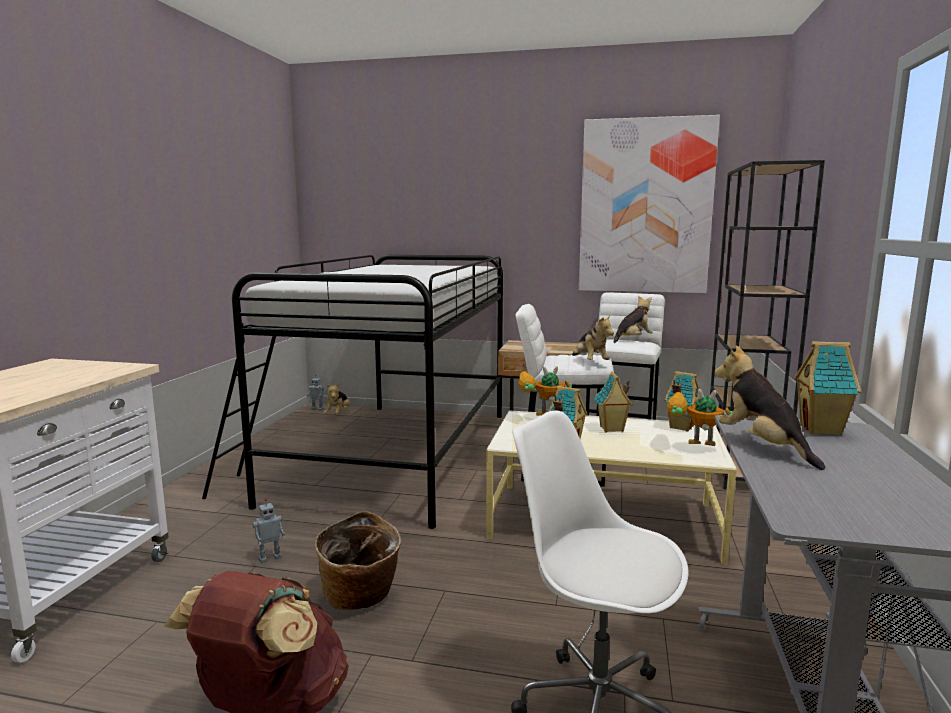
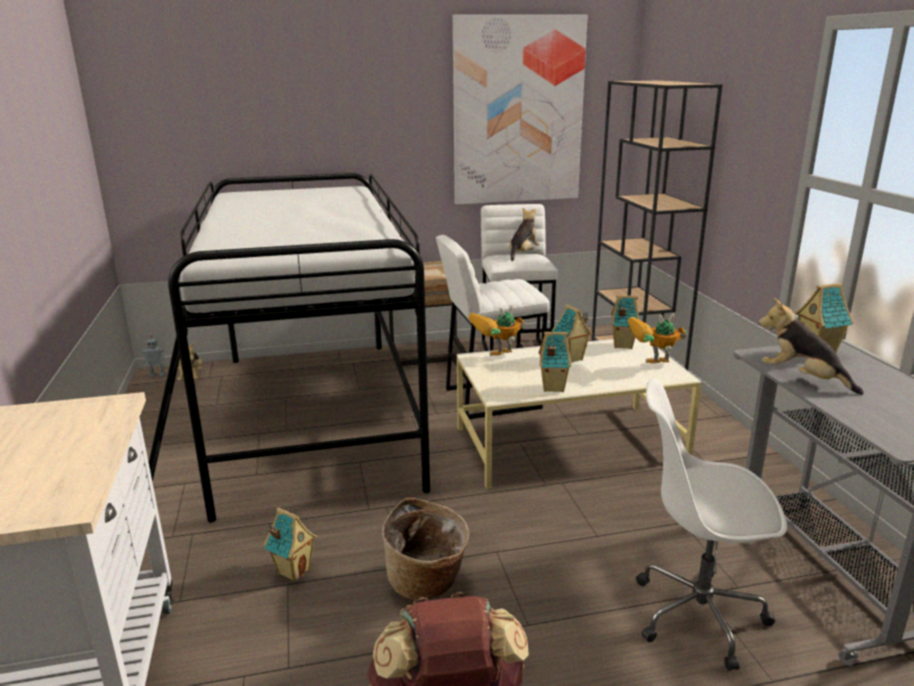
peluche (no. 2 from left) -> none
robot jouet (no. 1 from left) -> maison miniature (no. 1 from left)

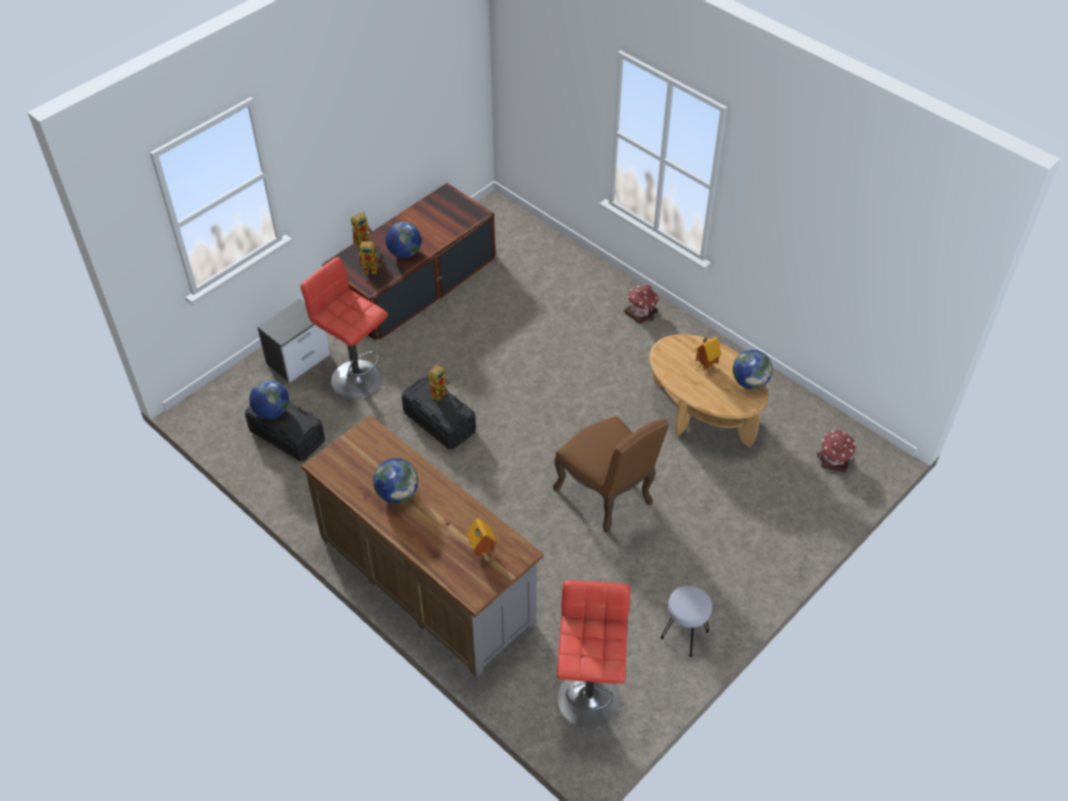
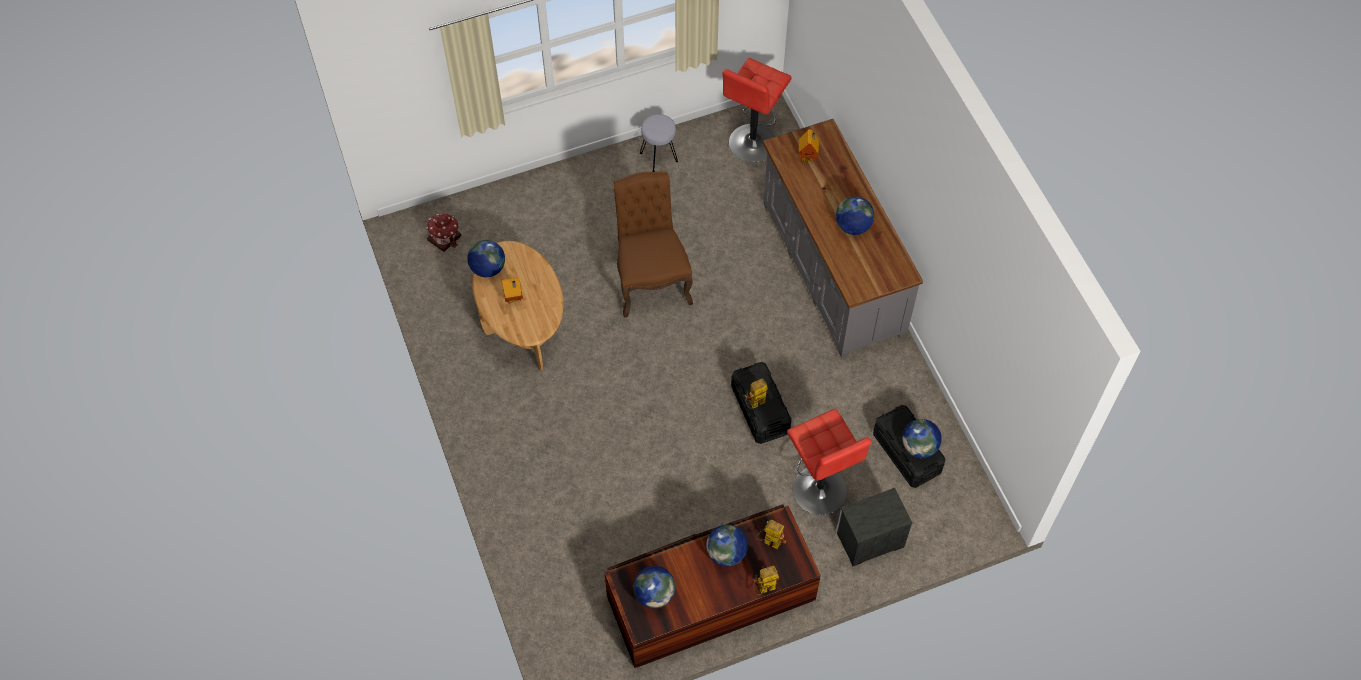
maison miniature (no. 2 from left) -> none
none -> globe (no. 2 from left)

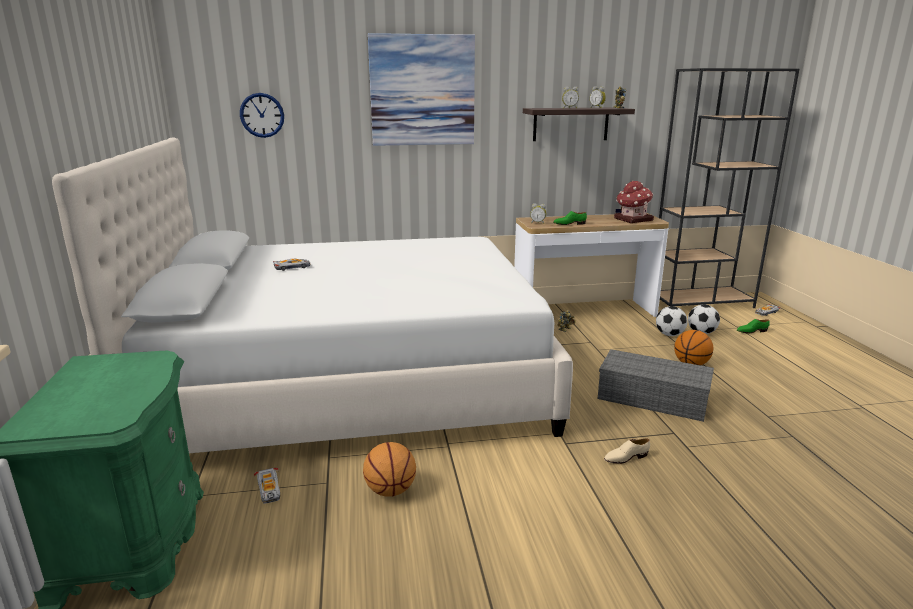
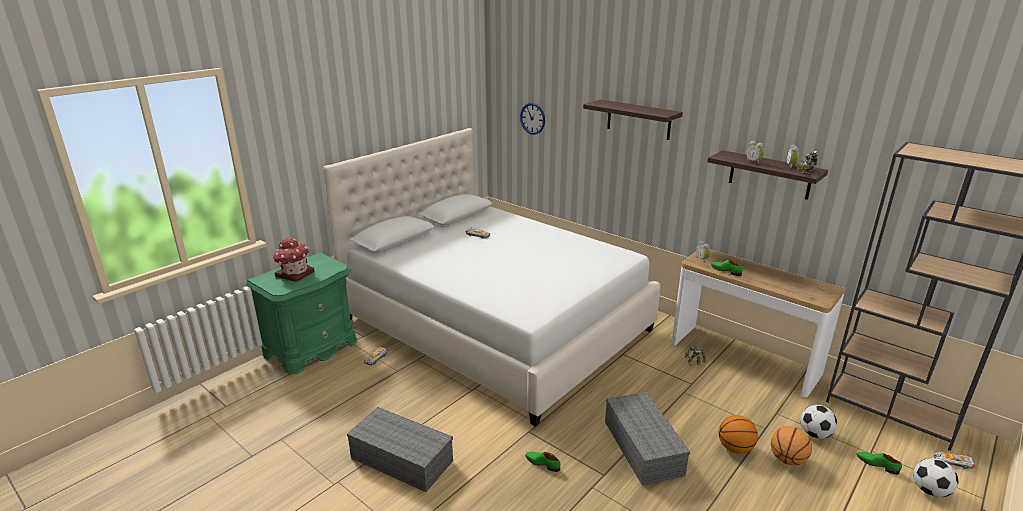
none -> boîte de rangement/gris (no. 1 from left)
ballon de basket (no. 1 from left in the first image) -> ballon de basket (no. 2 from left), shifted
maison miniature, shifted
ballon de foot (no. 1 from left in the first image) -> ballon de foot (no. 2 from left), shifted
tableau -> étagère (no. 1 from left)
chaussure/beige -> chaussure/vert (no. 1 from left)

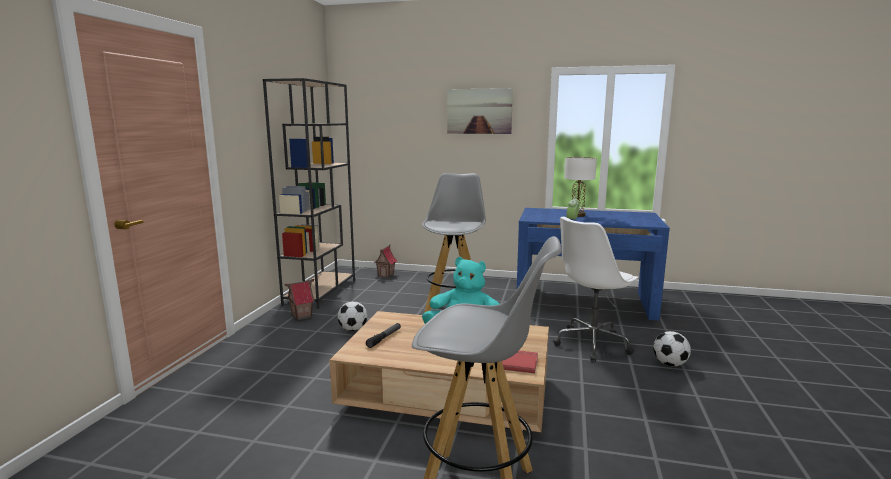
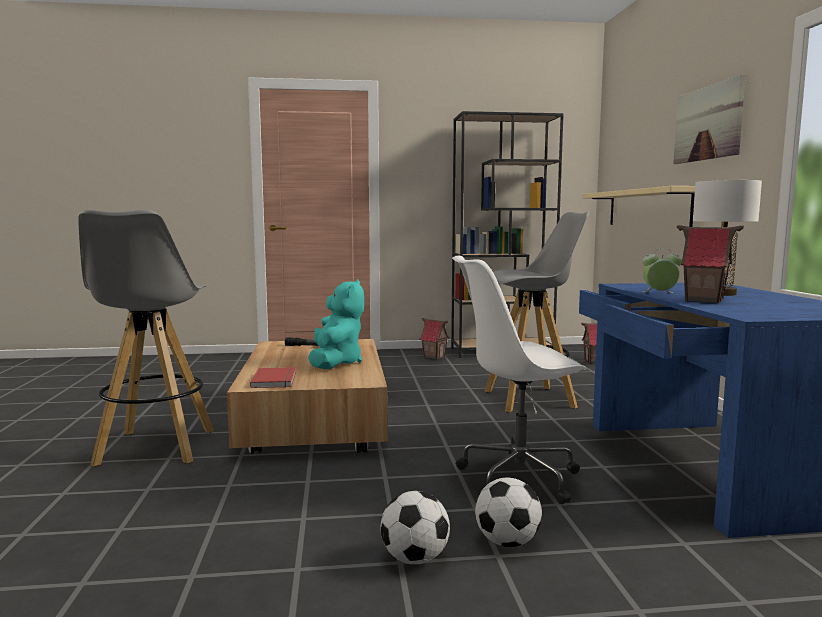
none -> étagère/beige
none -> maison miniature (no. 3 from left)
ballon de foot (no. 1 from left), shifted
chaise de bureau/blanc, 45 degrees counterclockwise

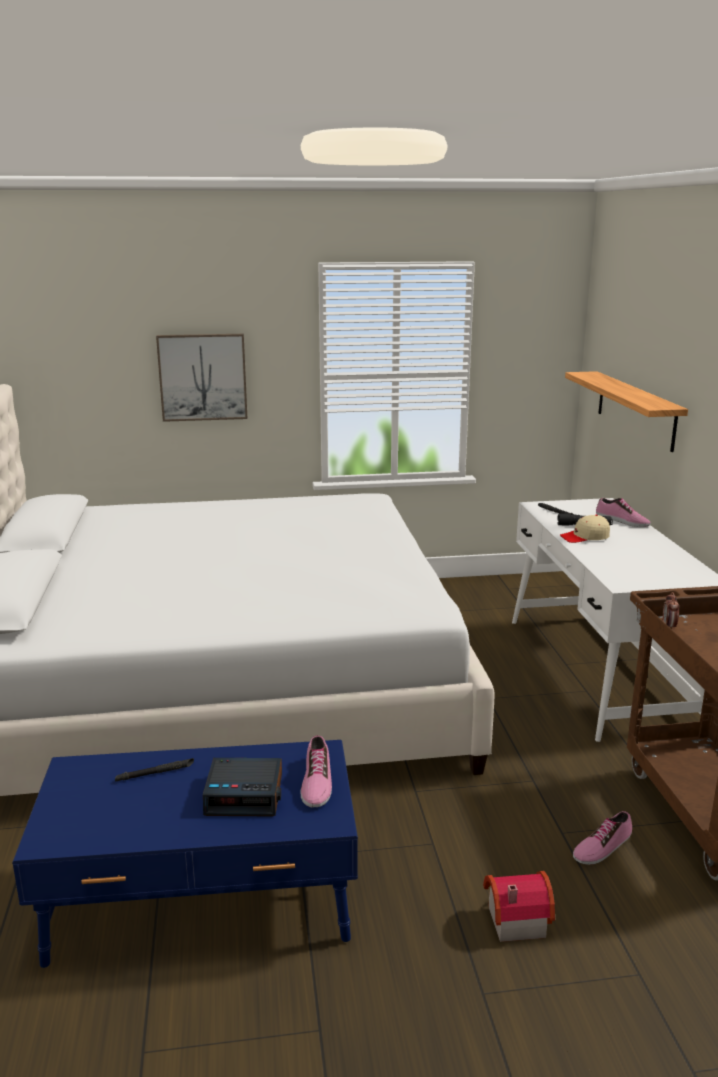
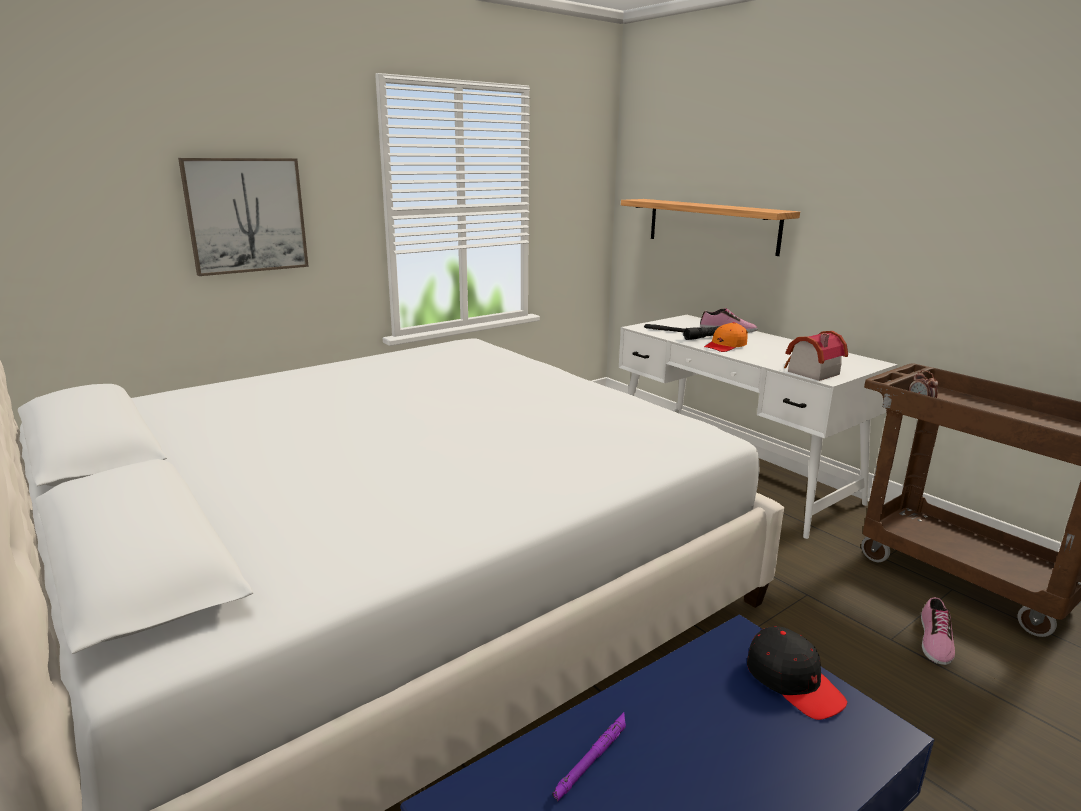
réveil (no. 1 from left) -> none
maison miniature, shifted
chaussure (no. 1 from left) -> casquette/noir
lampe de poche/noir (no. 1 from left) -> lampe de poche/violet
casquette/beige -> casquette/orange

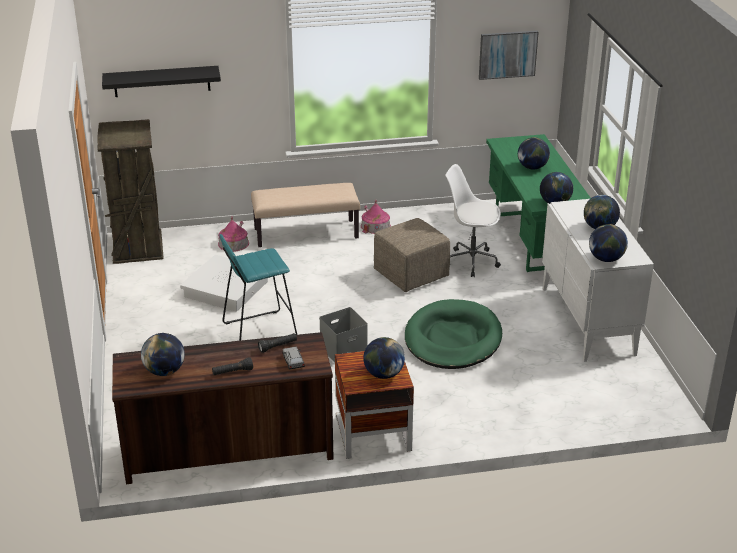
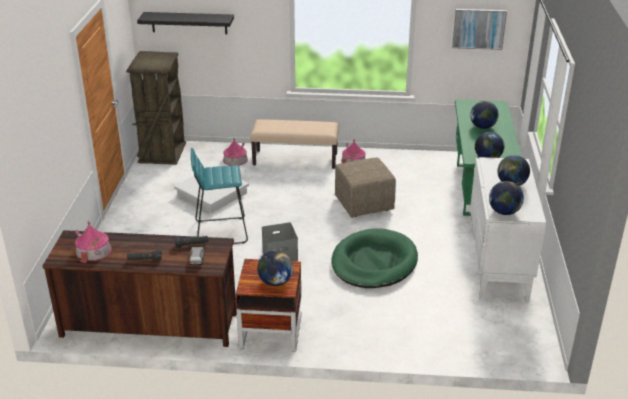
chaise de bureau/blanc -> none
globe (no. 1 from left) -> maison miniature (no. 1 from left)

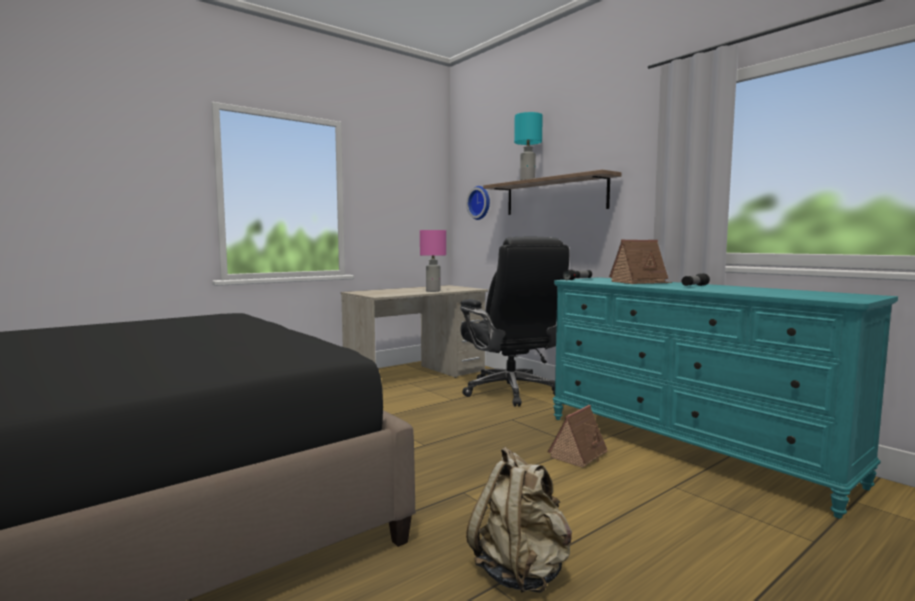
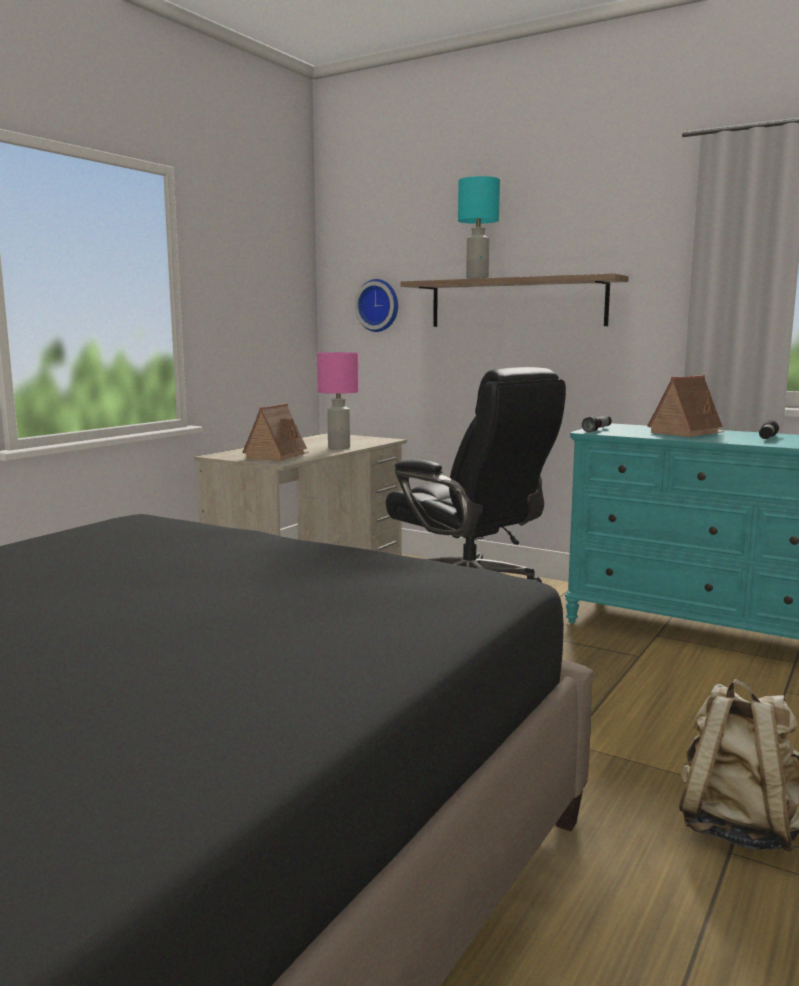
maison miniature (no. 1 from left), shifted

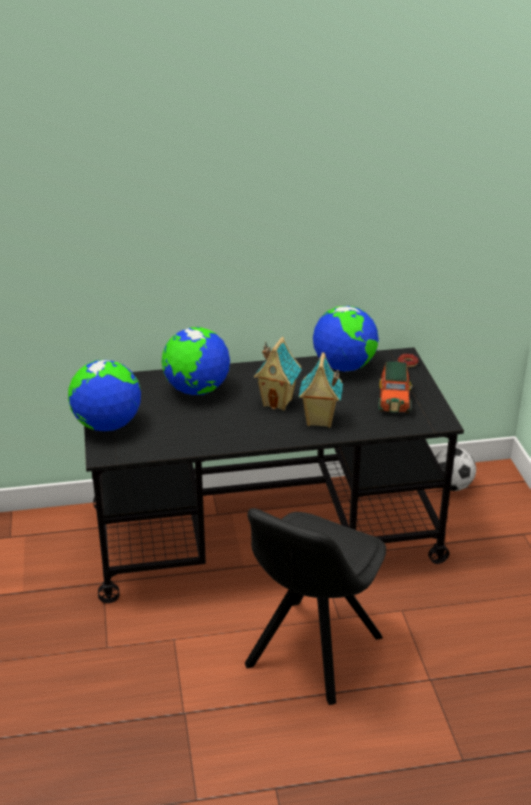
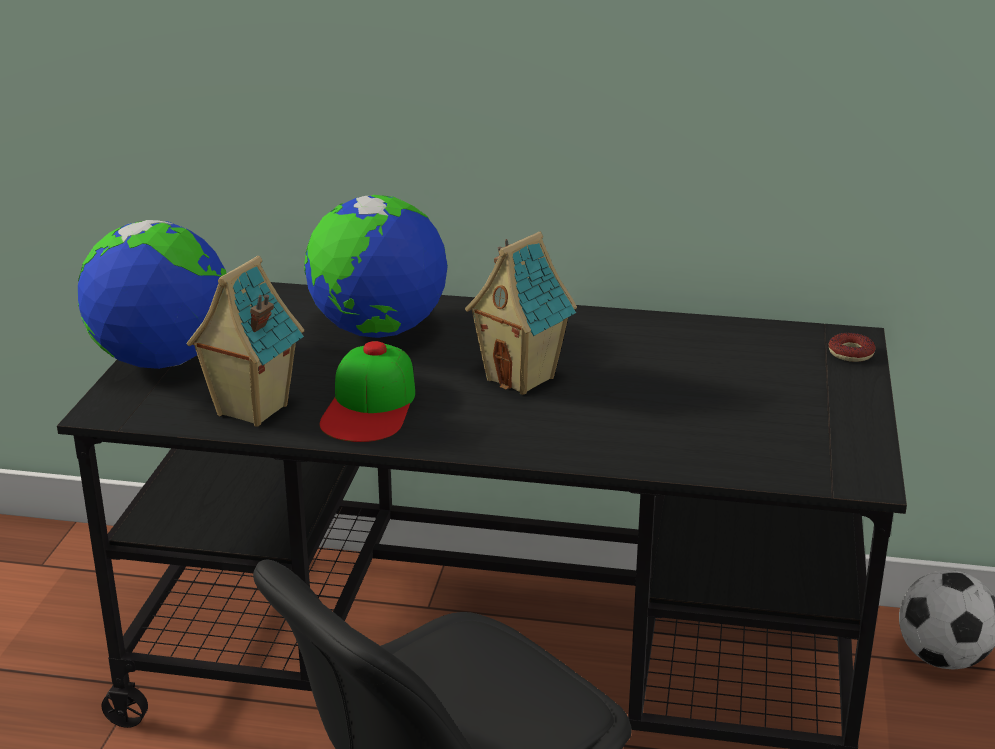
globe (no. 3 from left) -> none
petite voiture -> none
none -> casquette
maison miniature (no. 2 from left in the first image) -> maison miniature (no. 1 from left), shifted

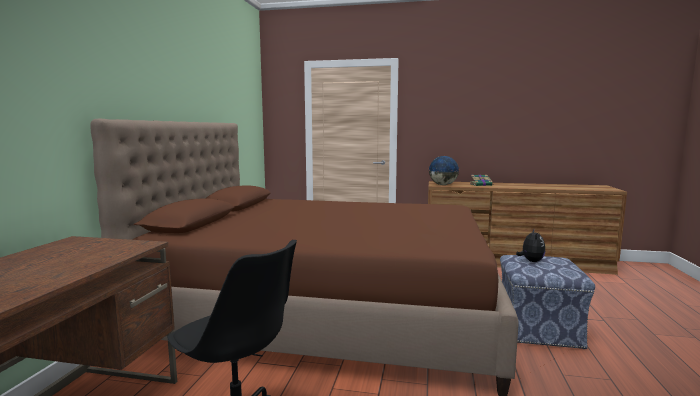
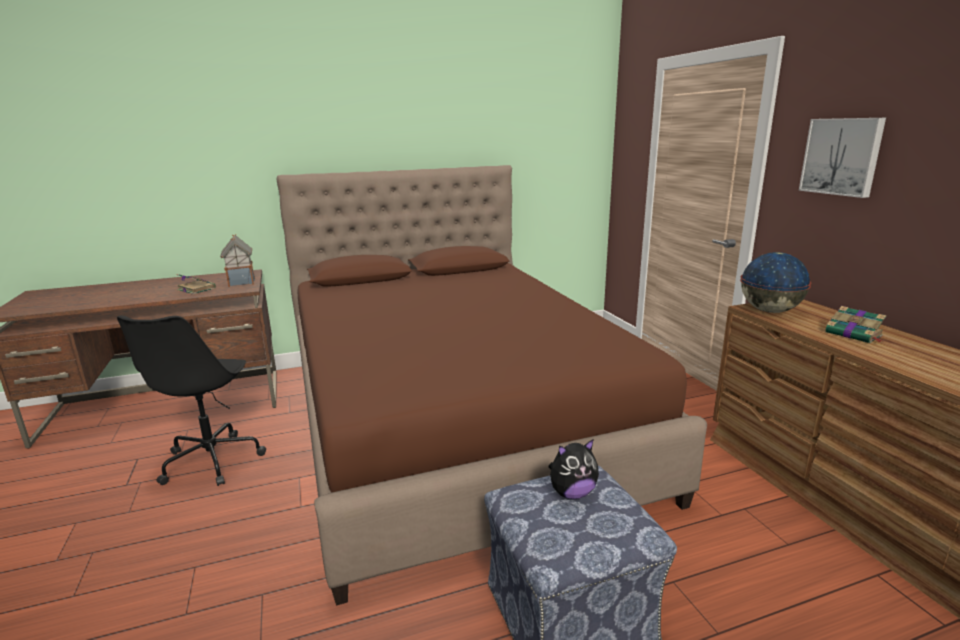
none -> livre (no. 1 from left)
none -> maison miniature
none -> tableau

